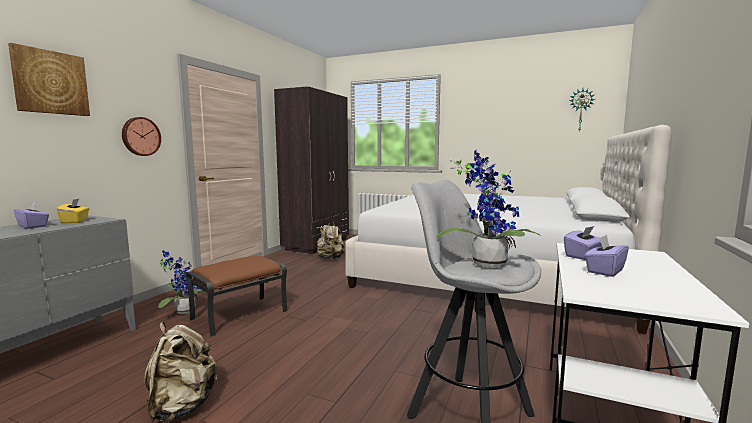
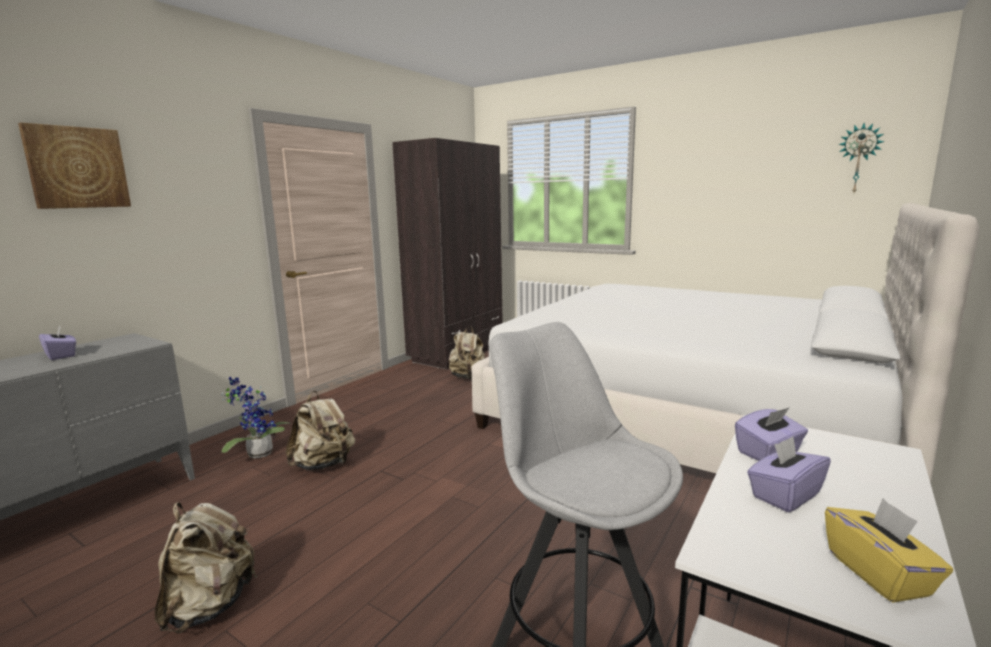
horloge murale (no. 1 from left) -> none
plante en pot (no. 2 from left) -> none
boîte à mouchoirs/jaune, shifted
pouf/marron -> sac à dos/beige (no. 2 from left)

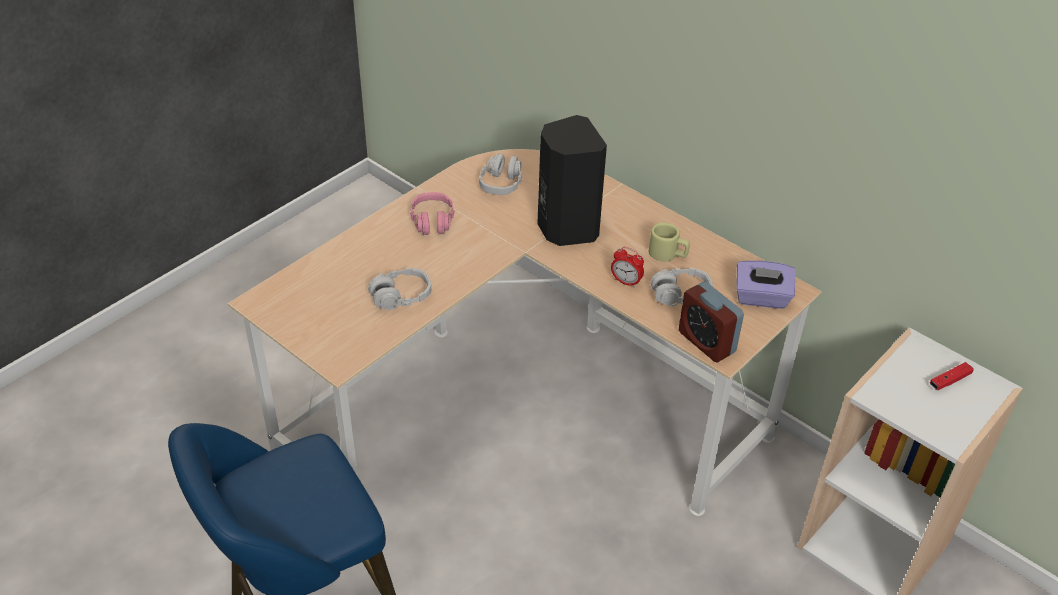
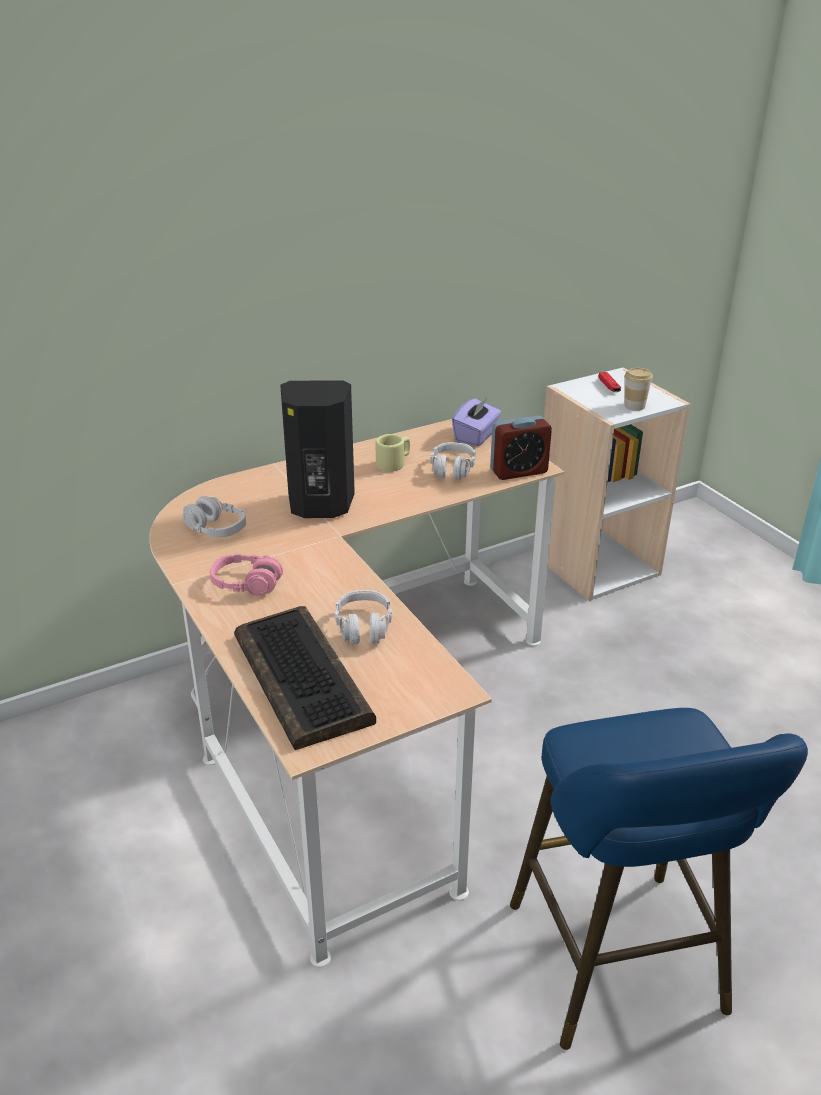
réveil (no. 1 from left) -> none
none -> clavier
none -> tasse

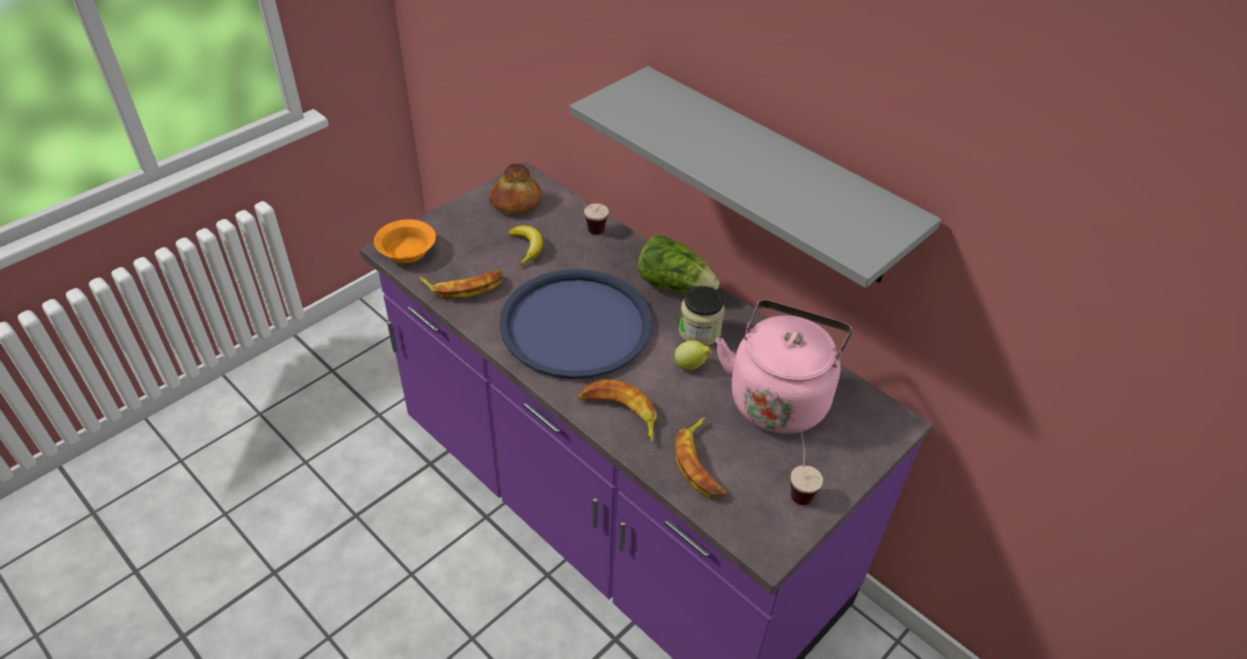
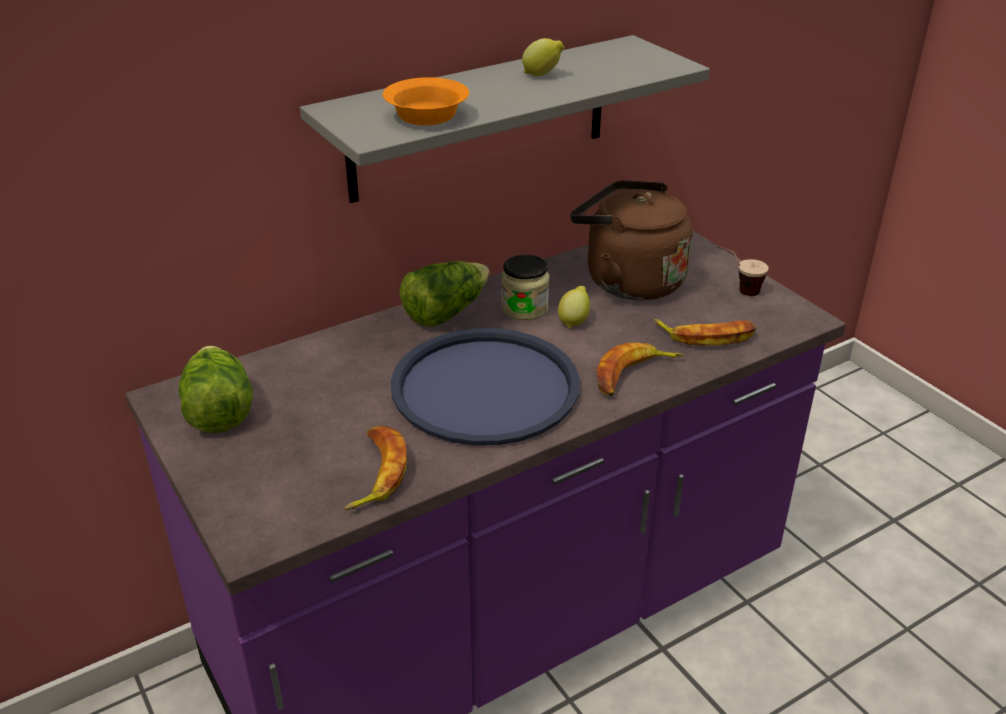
banane (no. 2 from left) -> none
tasse (no. 1 from left) -> none
none -> citron (no. 1 from left)
bol/orange, shifted
pain -> laitue (no. 1 from left)
bouilloire/rose -> bouilloire/marron

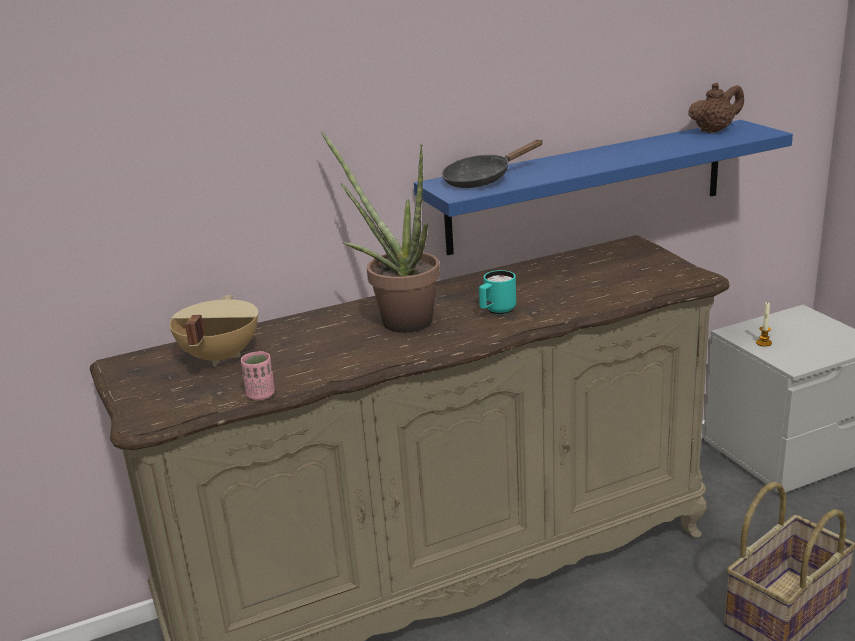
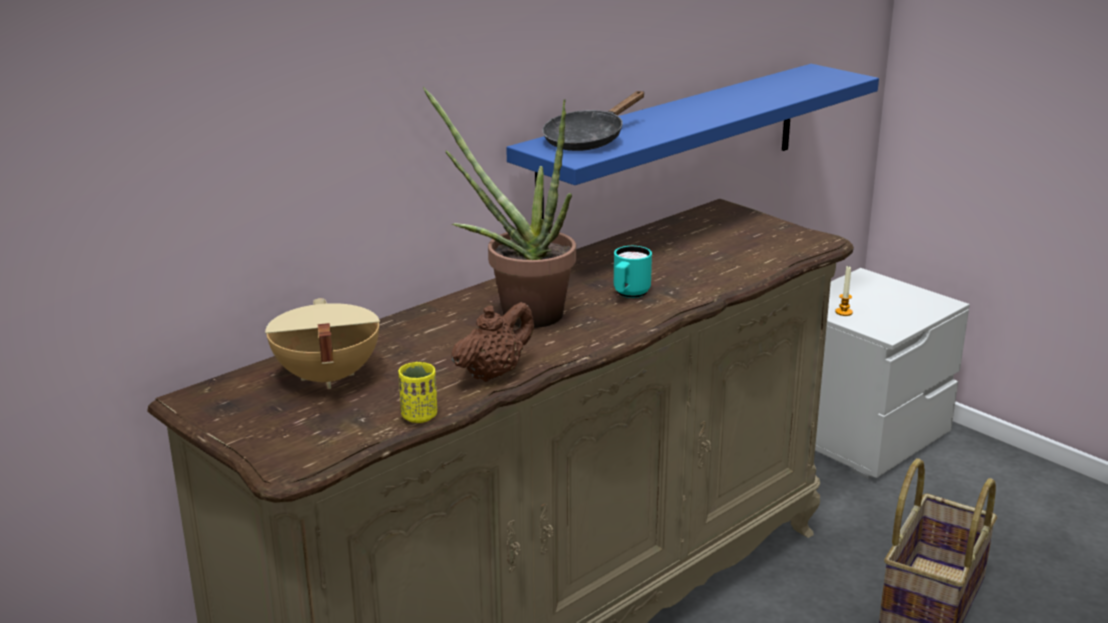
théière/marron, shifted
tasse/rose -> tasse/jaune

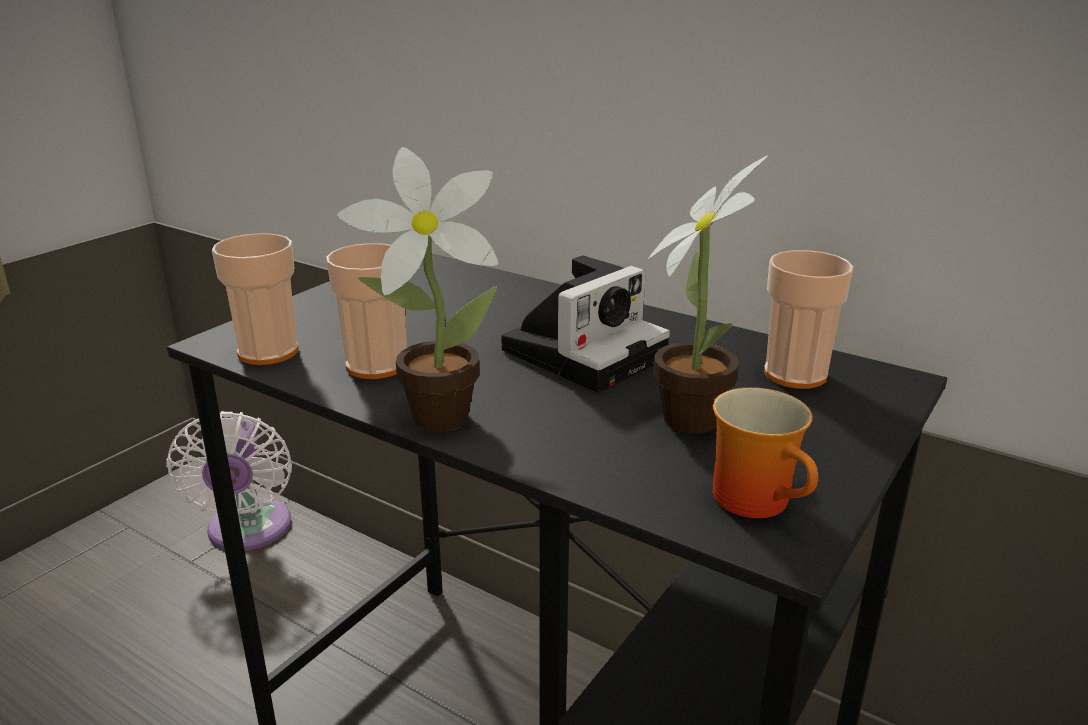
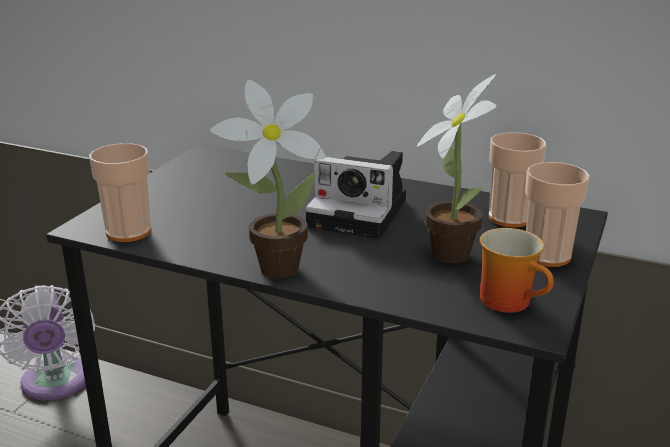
tasse (no. 2 from left in the first image) -> tasse (no. 3 from left), shifted
appareil photo, 75 degrees clockwise

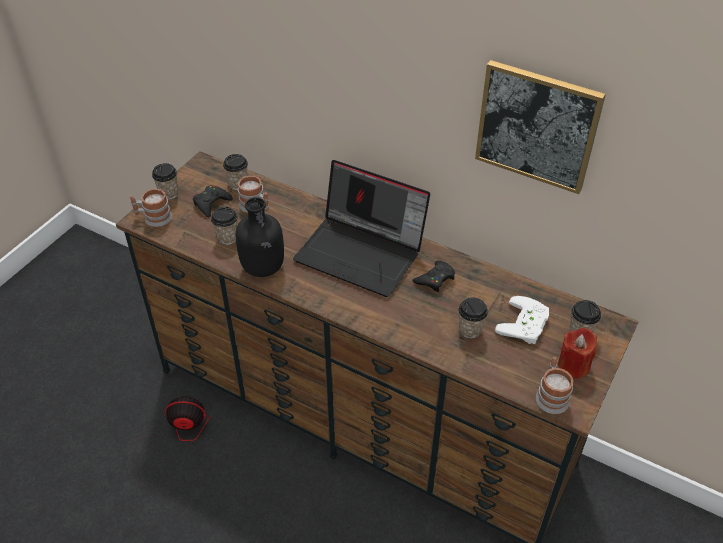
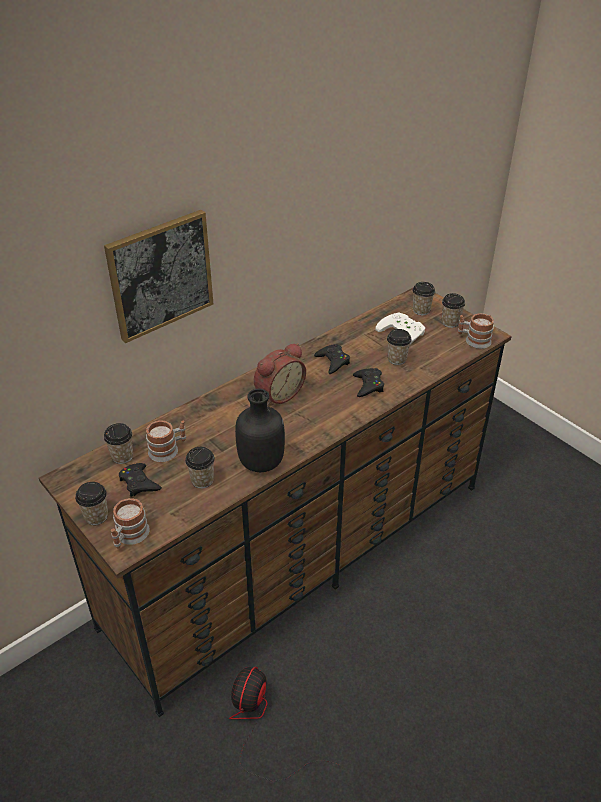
none -> manette/noir (no. 3 from left)
tableau, shifted
ordinateur portable -> réveil
bougie/rouge -> tasse (no. 6 from left)

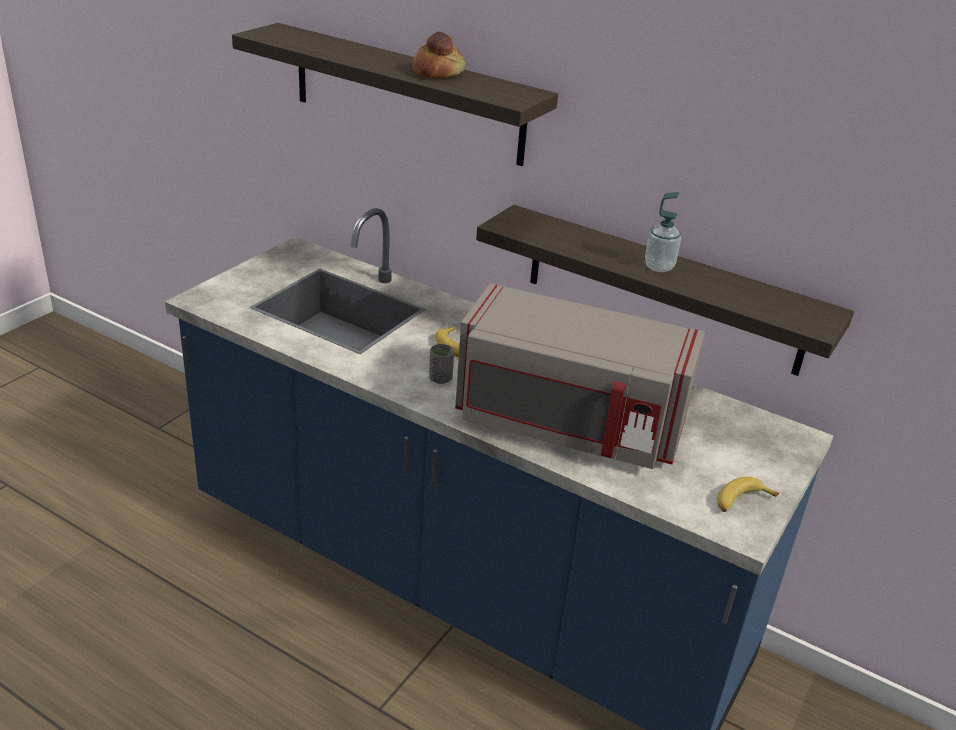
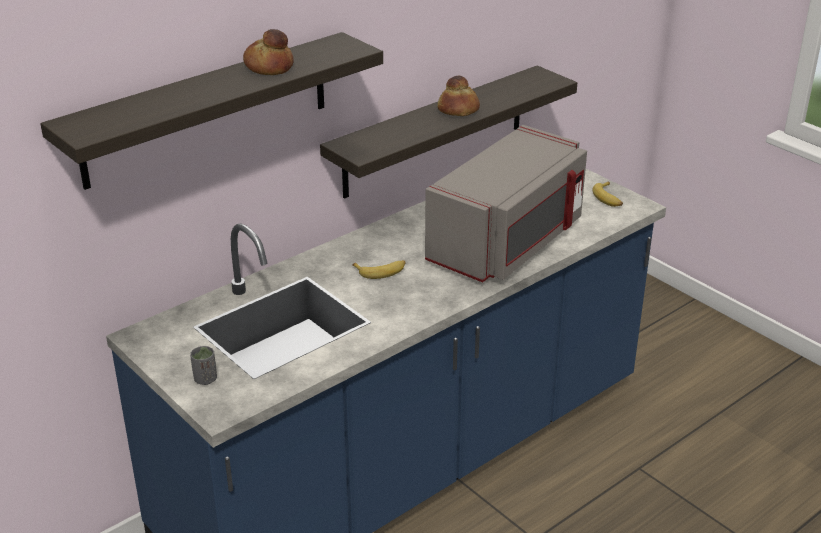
tasse/gris, shifted
distributeur de savon -> pain (no. 2 from left)

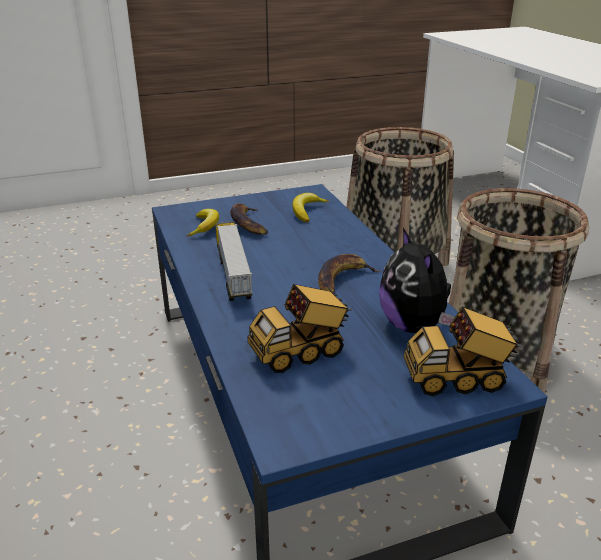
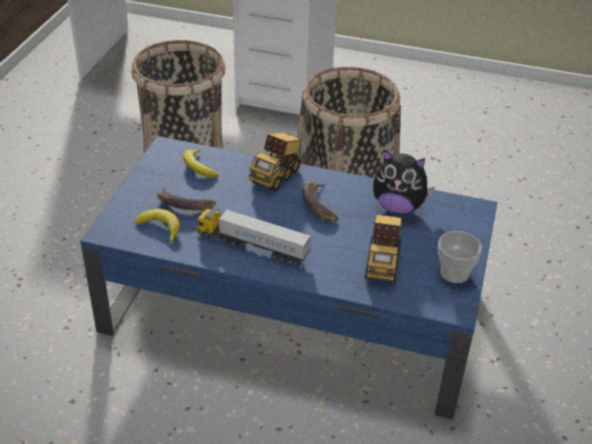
none -> tasse
camion jouet (no. 3 from left in the first image) -> camion jouet (no. 2 from left), shifted

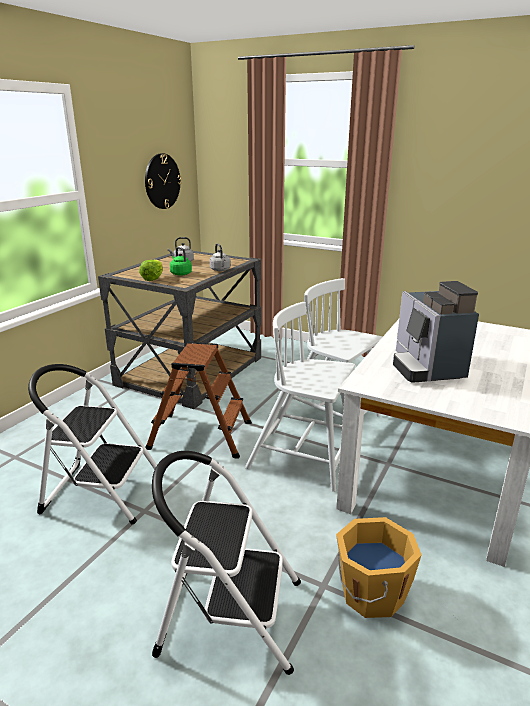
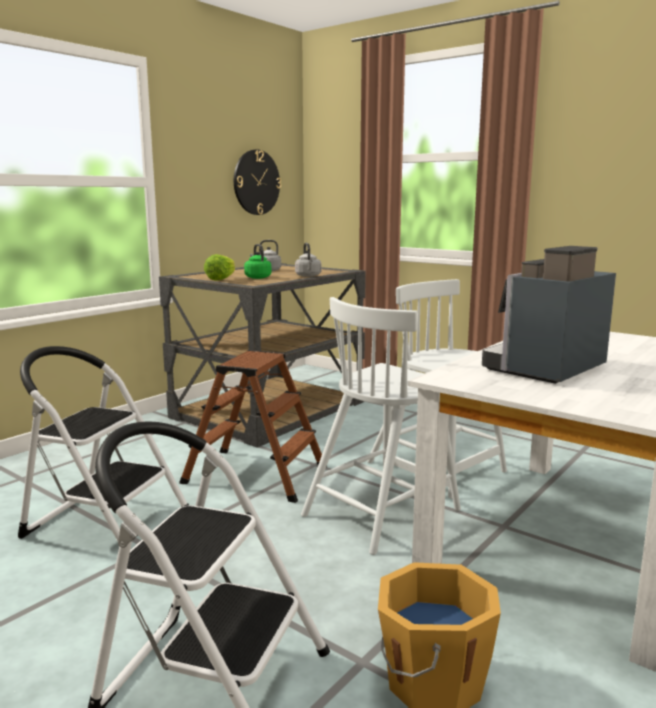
chaise/blanc (no. 1 from left), 75 degrees counterclockwise
machine à café, 45 degrees clockwise

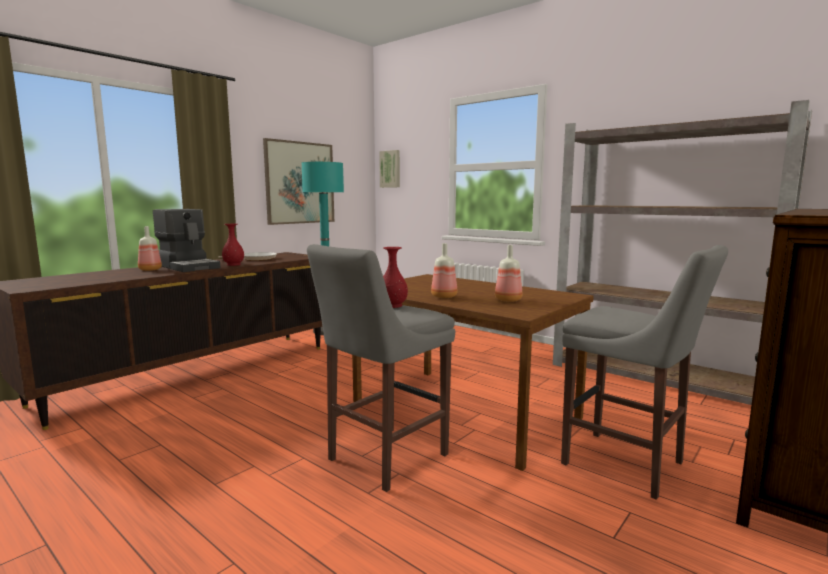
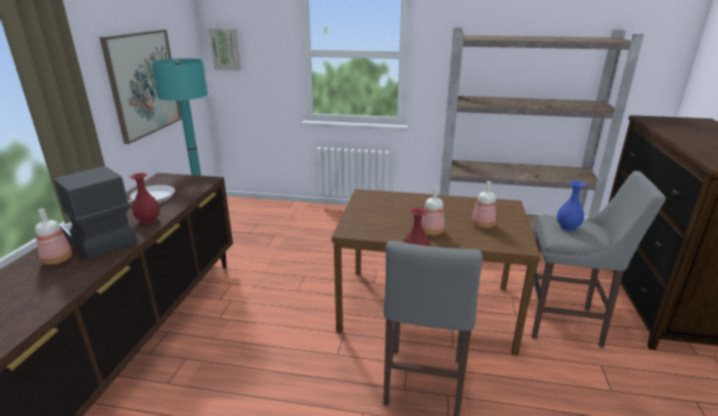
none -> vase/bleu
machine à café, 150 degrees counterclockwise

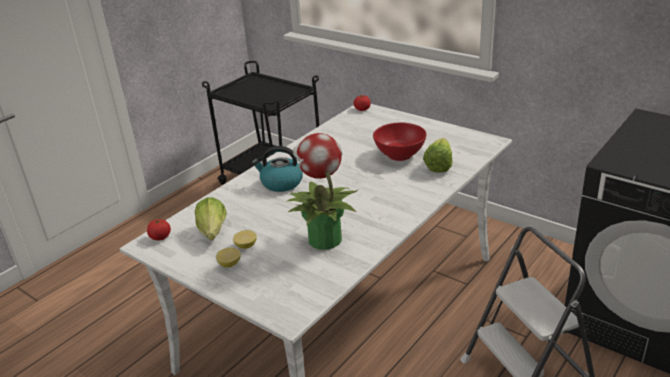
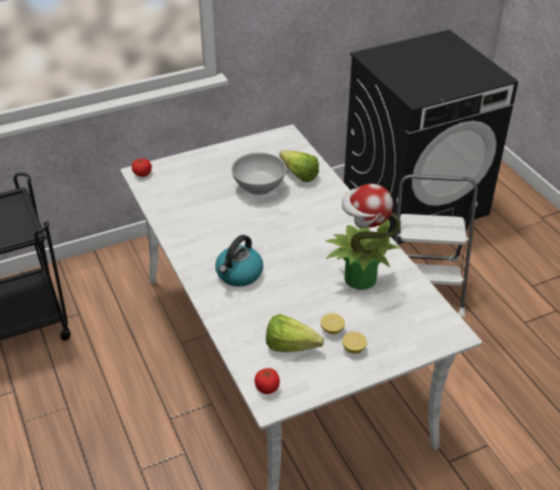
bol/rouge -> bol/blanc

